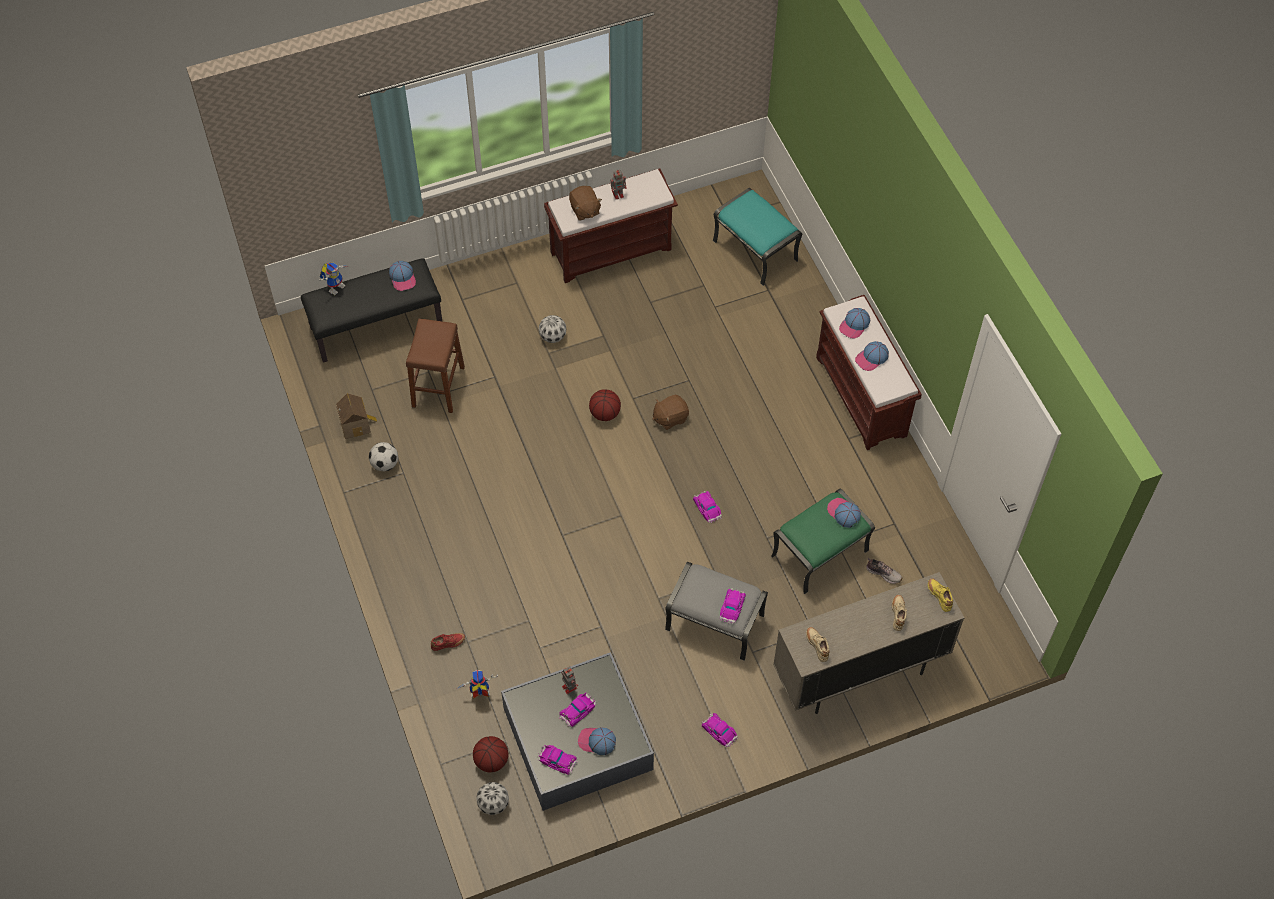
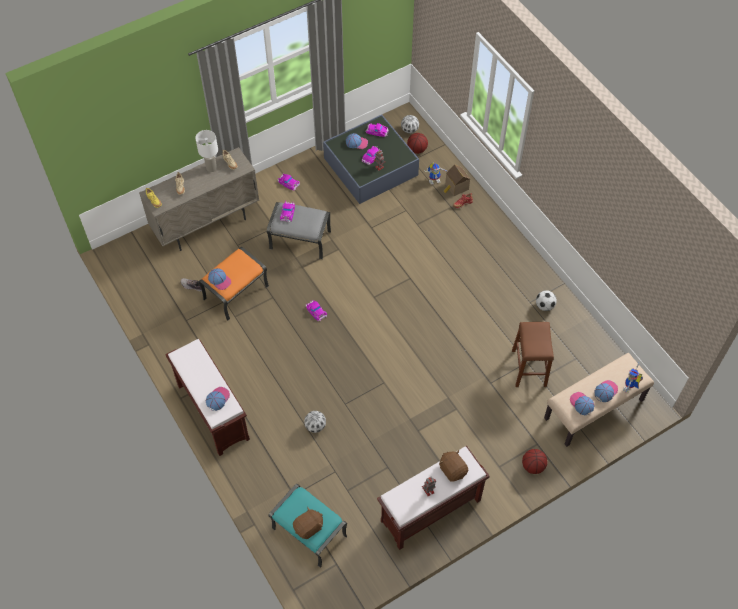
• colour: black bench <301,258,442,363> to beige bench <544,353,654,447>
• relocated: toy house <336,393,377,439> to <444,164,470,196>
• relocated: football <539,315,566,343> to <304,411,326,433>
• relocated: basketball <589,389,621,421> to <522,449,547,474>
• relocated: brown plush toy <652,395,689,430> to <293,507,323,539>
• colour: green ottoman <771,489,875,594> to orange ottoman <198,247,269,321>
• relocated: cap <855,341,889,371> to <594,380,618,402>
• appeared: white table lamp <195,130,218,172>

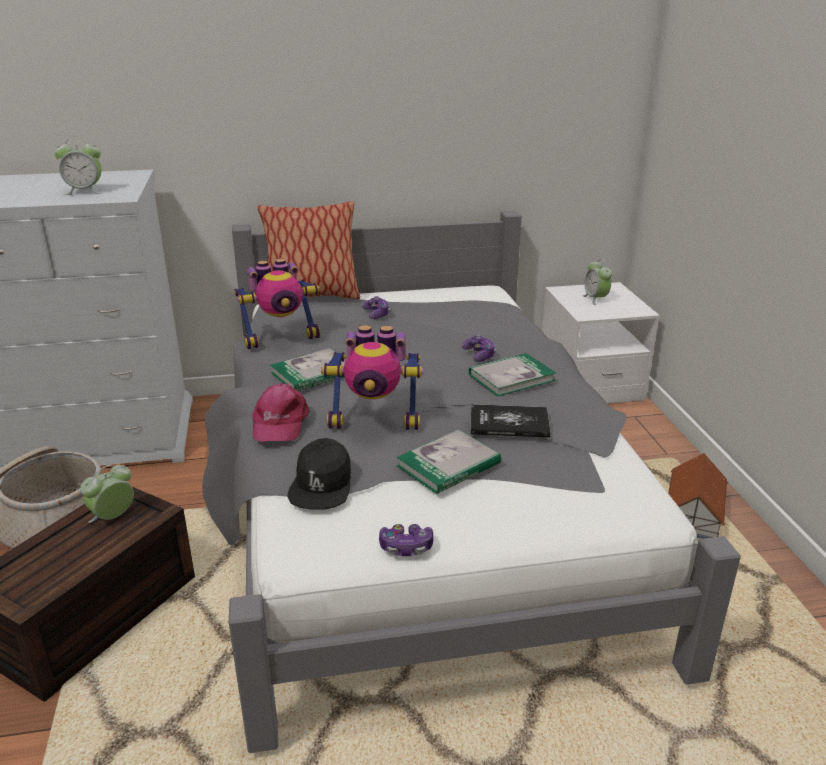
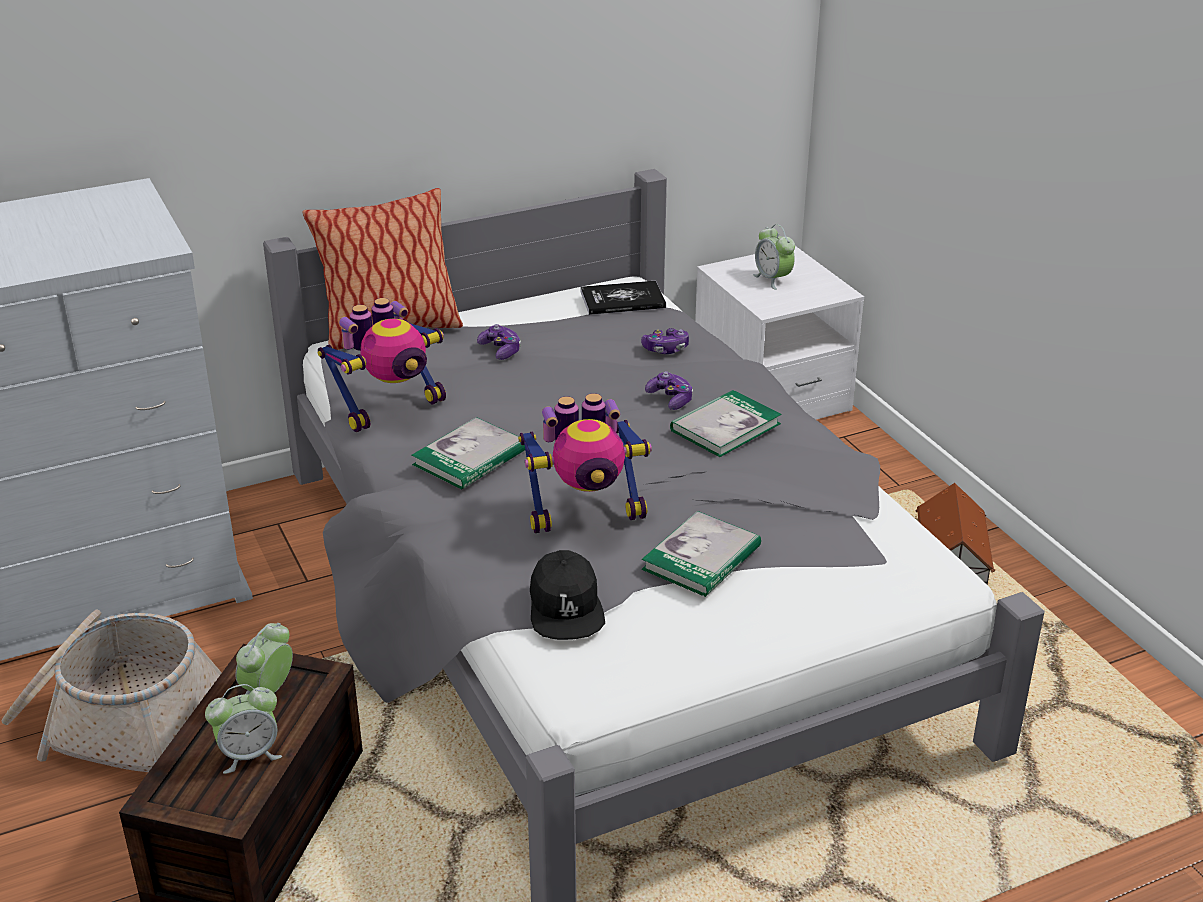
• relocated: alarm clock <54,137,102,195> to <205,684,282,774>
• missing: pink cap <252,383,310,442>
• relocated: game controller <379,524,434,556> to <641,328,689,354>
• relocated: book <470,404,551,438> to <580,281,666,315>

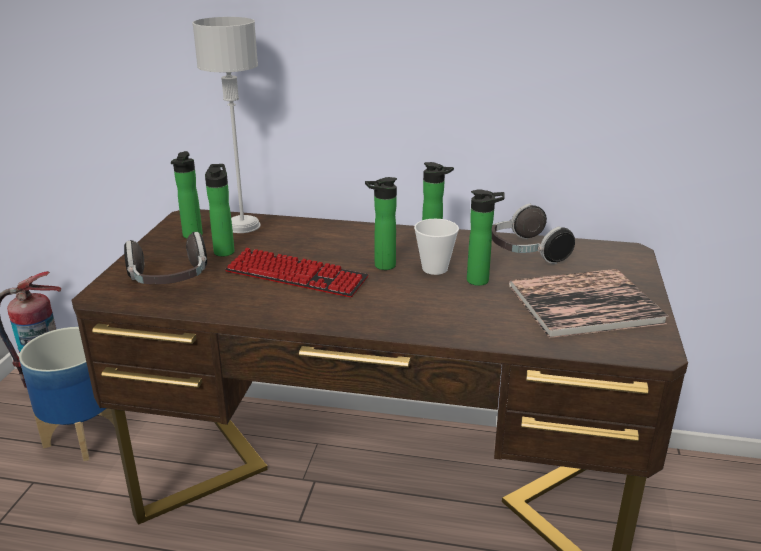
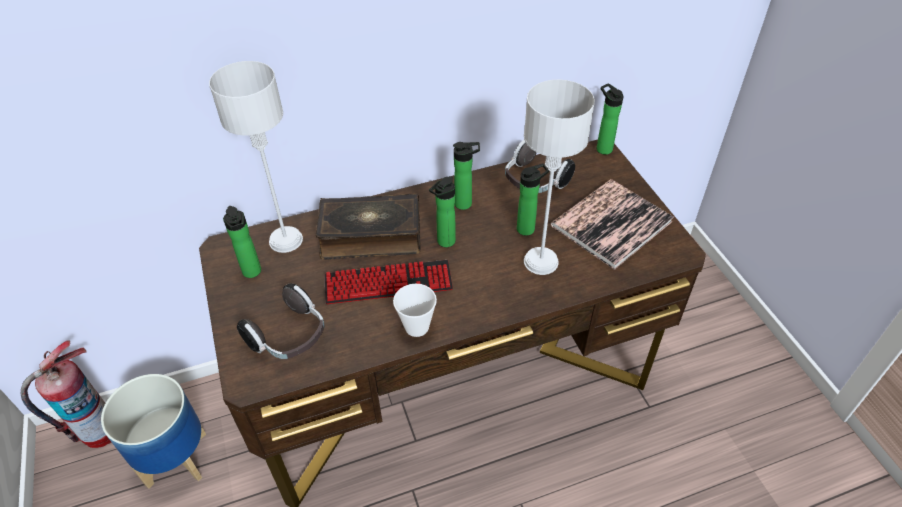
• relocated: bottle <205,164,235,257> to <596,83,623,155>
• relocated: cup <414,219,459,275> to <393,284,437,337>
• appeared: book <315,194,421,260>
• appeared: grey table lamp <524,80,595,275>

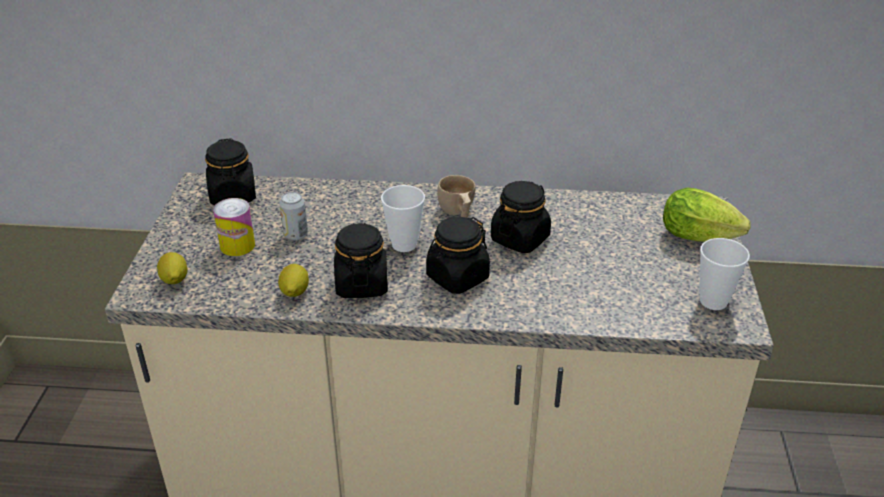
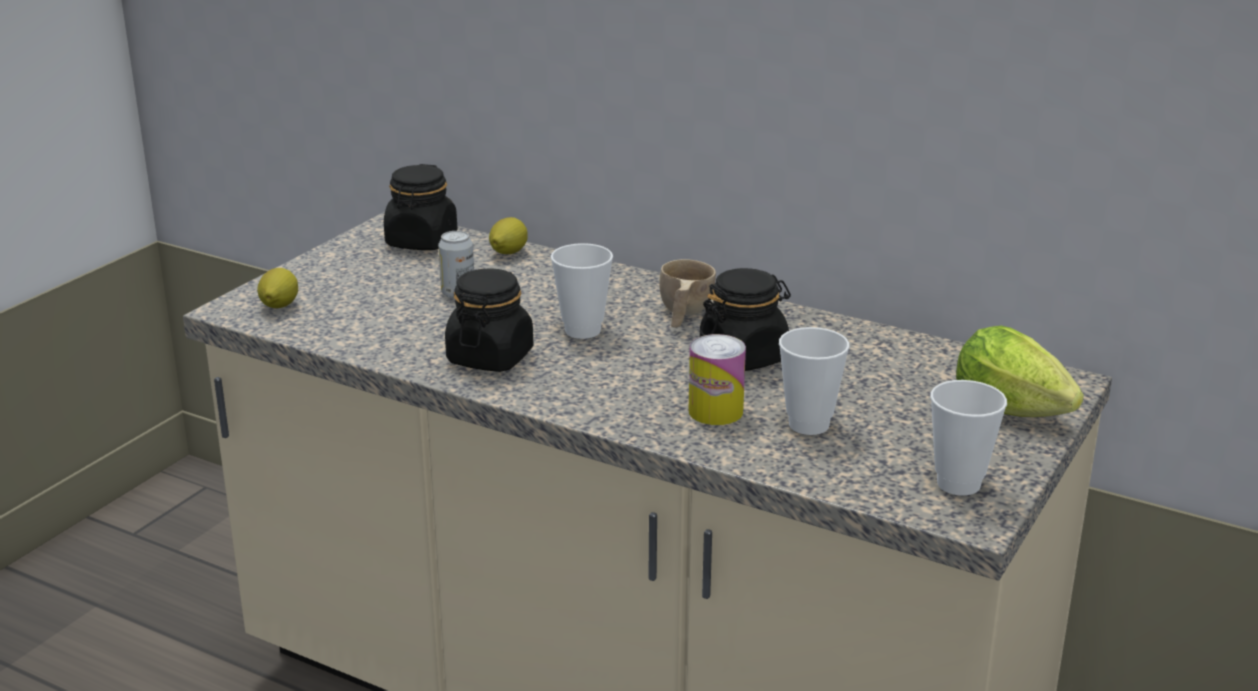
• relocated: can <213,198,255,256> to <688,334,746,425>
• relocated: lemon <278,264,309,297> to <489,217,527,254>
• missing: black jar <426,217,490,294>
• appeared: cup <779,327,850,435>

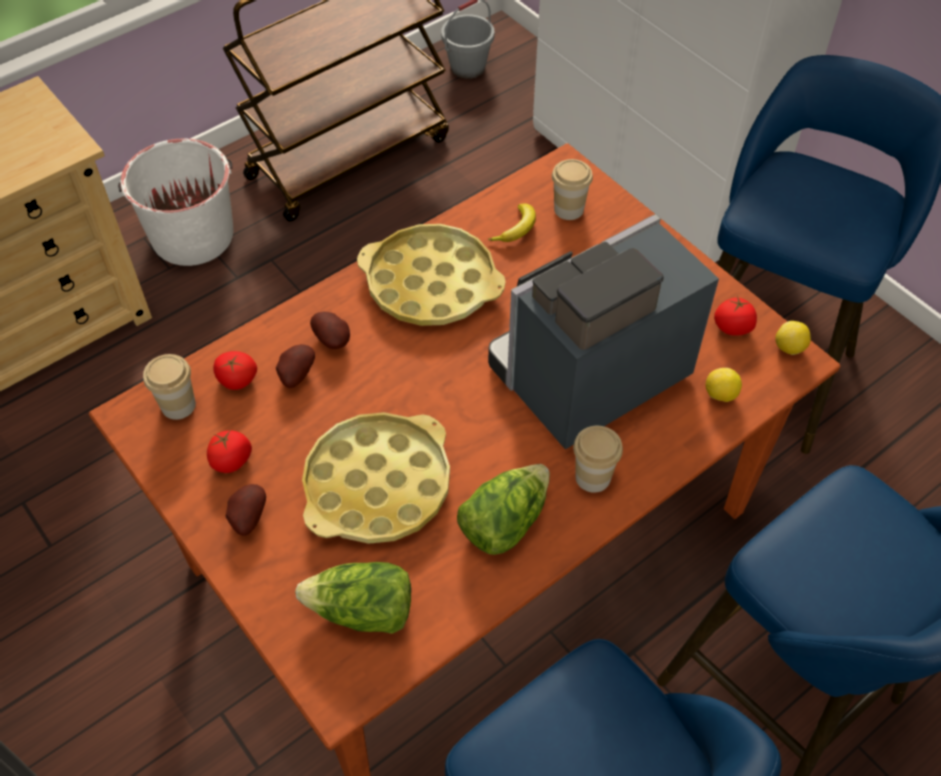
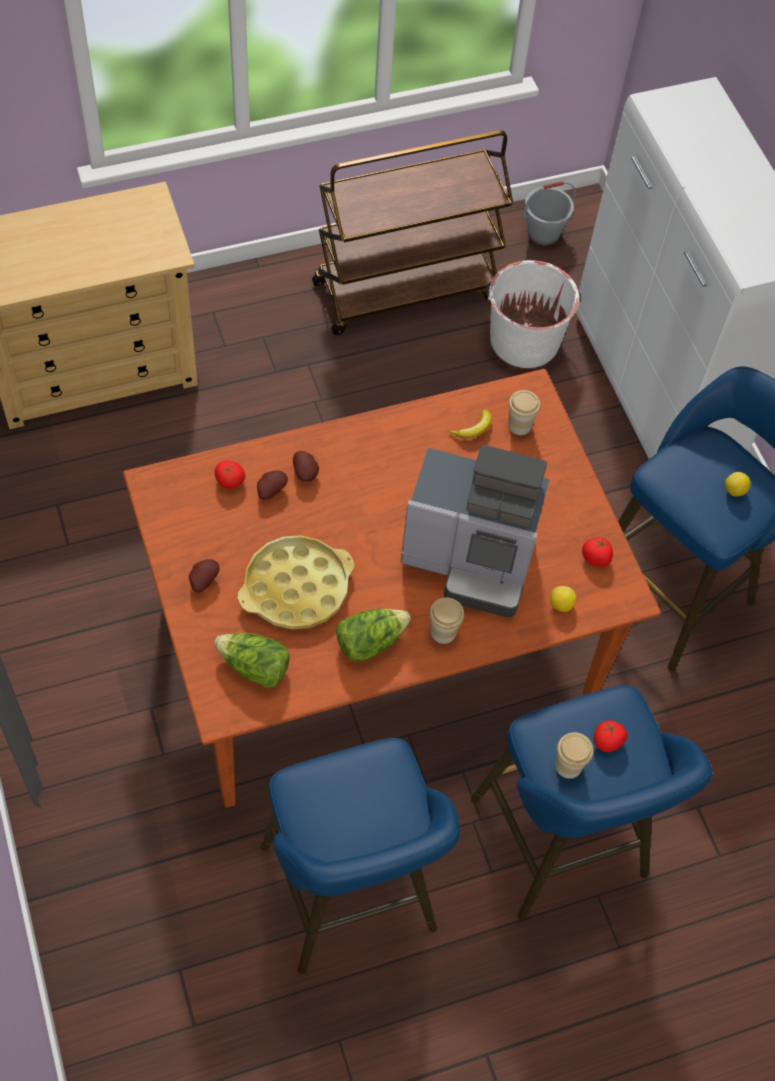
• relocated: white bucket <118,139,233,266> to <485,260,581,368>
• relocated: cup <143,354,196,420> to <555,732,593,779>
• relocated: tomato <207,430,252,473> to <594,721,627,752>
• missing: yellow tray <357,224,506,326>
• spun: coffee machine <488,214,719,449> = <401,445,549,617> 150 degrees counterclockwise
• relocated: lemon <775,321,811,355> to <725,472,751,496>

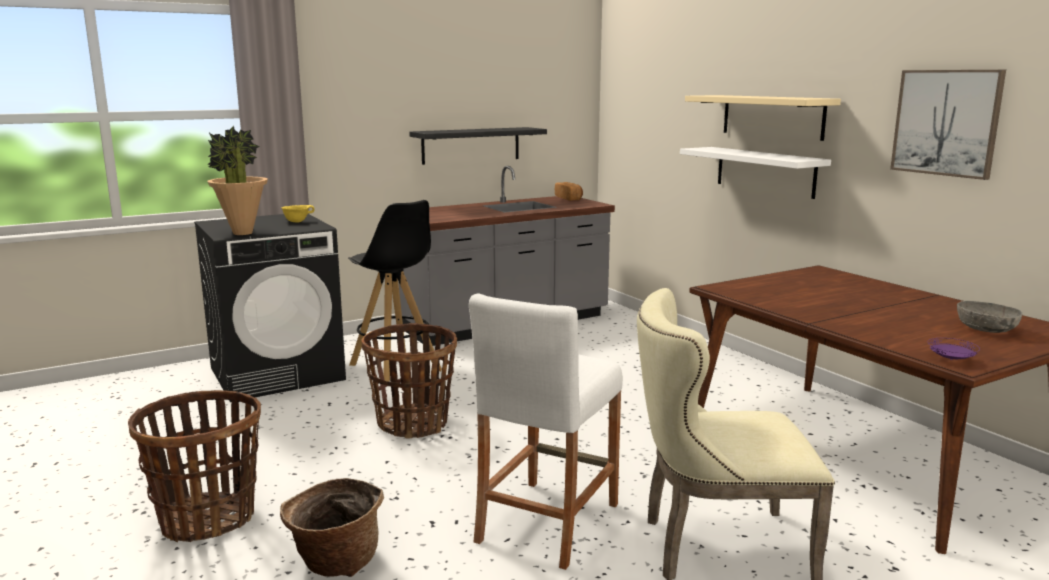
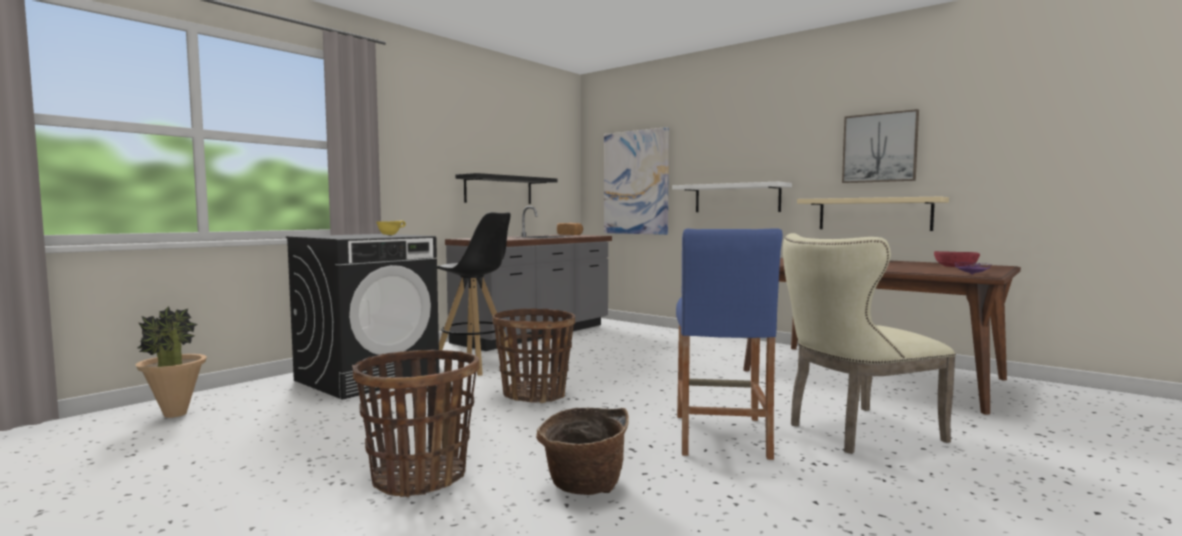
• relocated: potted plant <207,126,268,235> to <135,306,207,418>
• colour: white stool <469,293,623,570> to blue stool <676,228,783,460>
• relocated: beige shelf <685,95,841,141> to <797,197,949,231>
• colour: grey bowl <957,301,1022,333> to red bowl <934,251,980,267>
• appeared: picture <604,127,669,235>

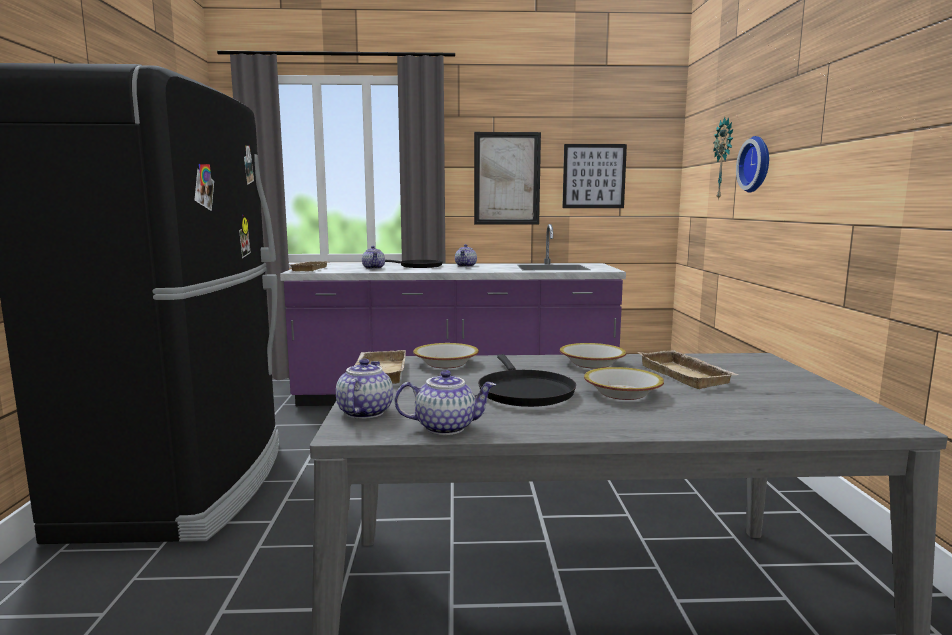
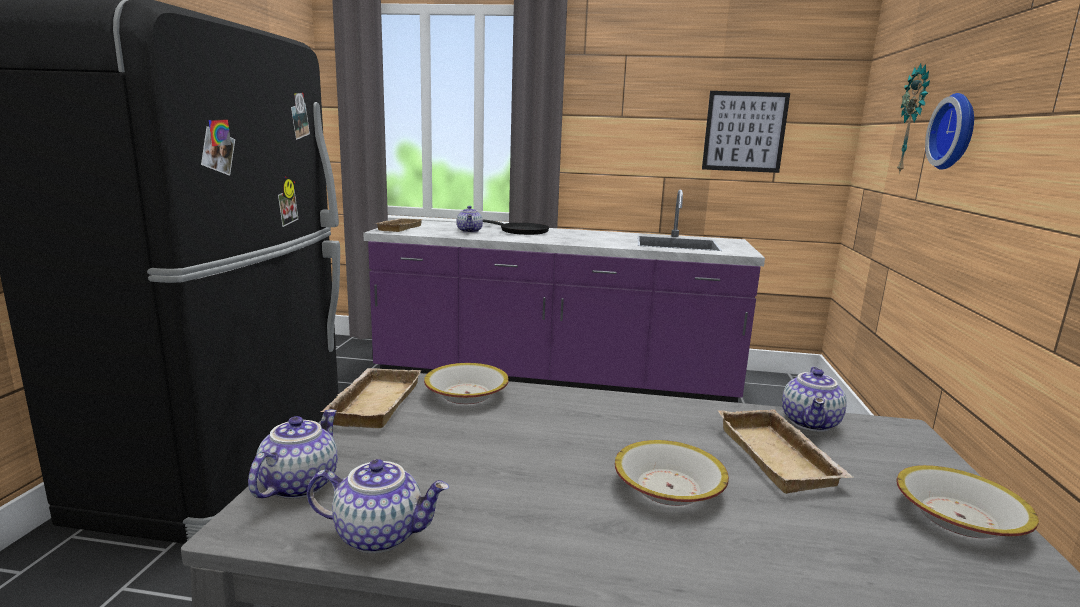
• relocated: teapot <455,244,477,267> to <782,367,847,432>
• missing: picture <474,132,541,225>
• missing: black frying pan <478,354,576,407>
• relocated: bowl <560,343,626,369> to <896,465,1039,538>

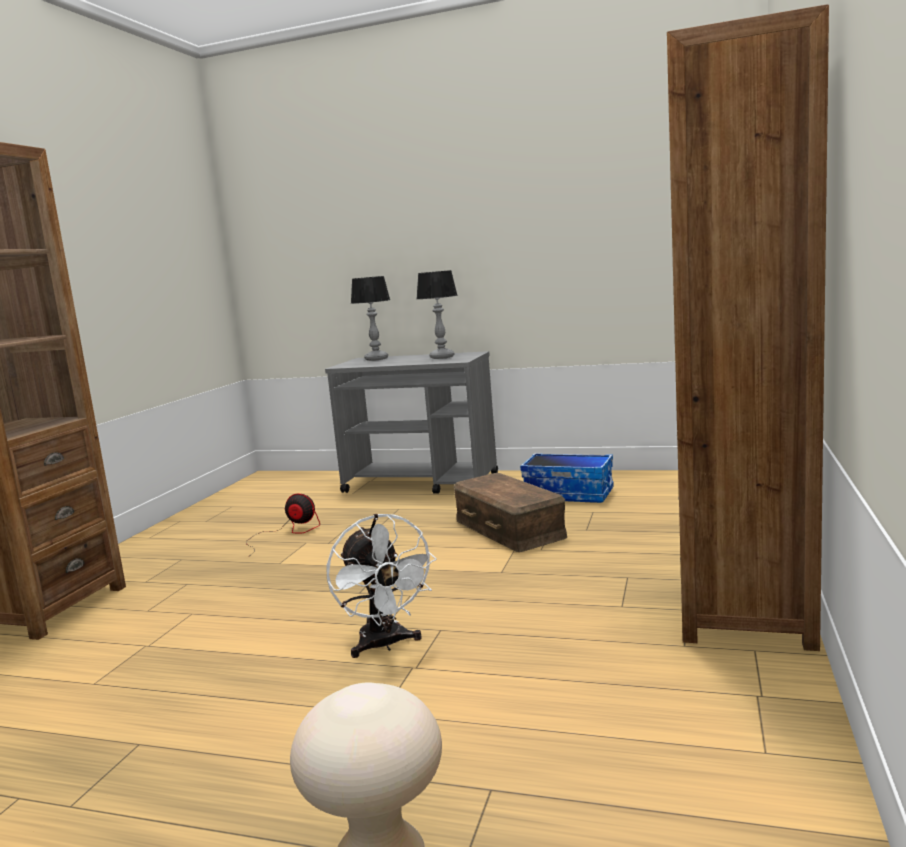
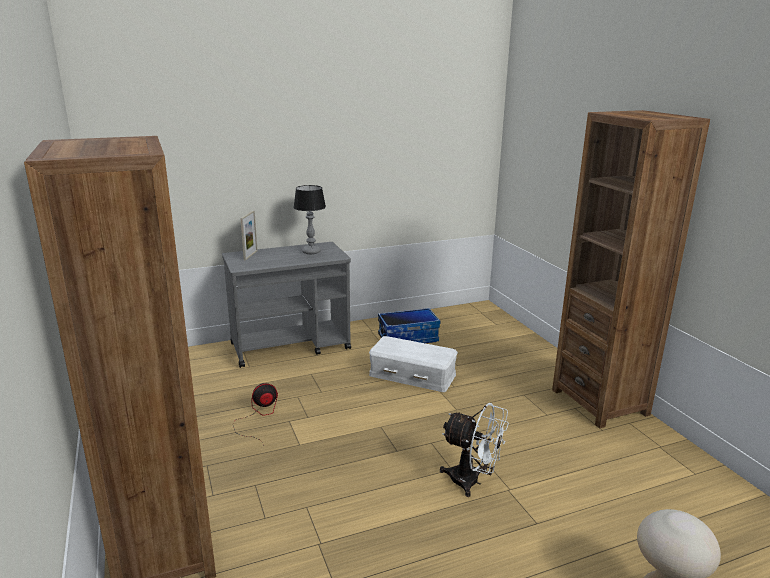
• exchanged: table lamp <351,276,390,361> to picture frame <240,210,258,260>
• colour: brown storage box <453,473,567,552> to white storage box <369,336,458,392>

